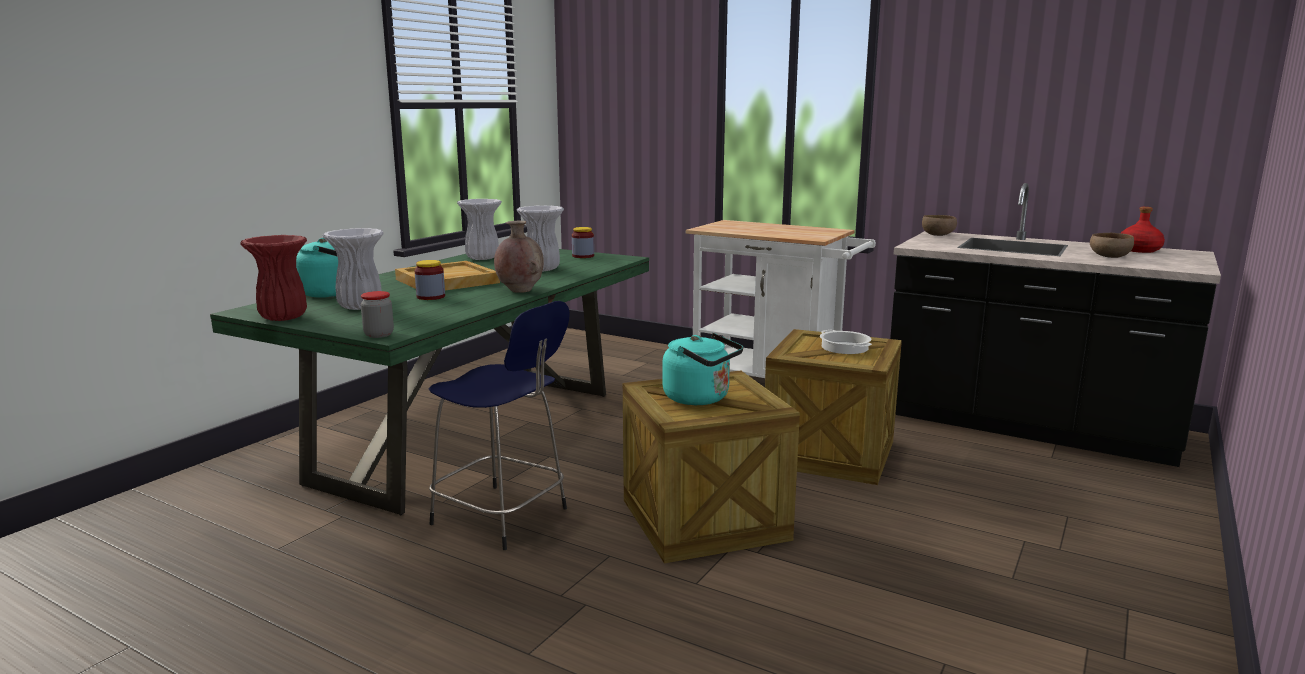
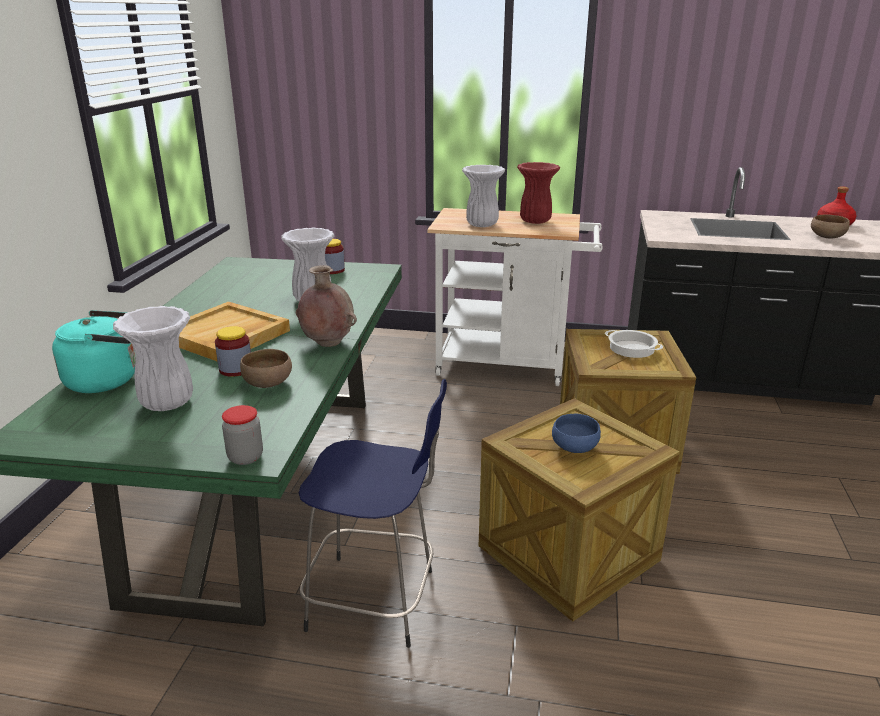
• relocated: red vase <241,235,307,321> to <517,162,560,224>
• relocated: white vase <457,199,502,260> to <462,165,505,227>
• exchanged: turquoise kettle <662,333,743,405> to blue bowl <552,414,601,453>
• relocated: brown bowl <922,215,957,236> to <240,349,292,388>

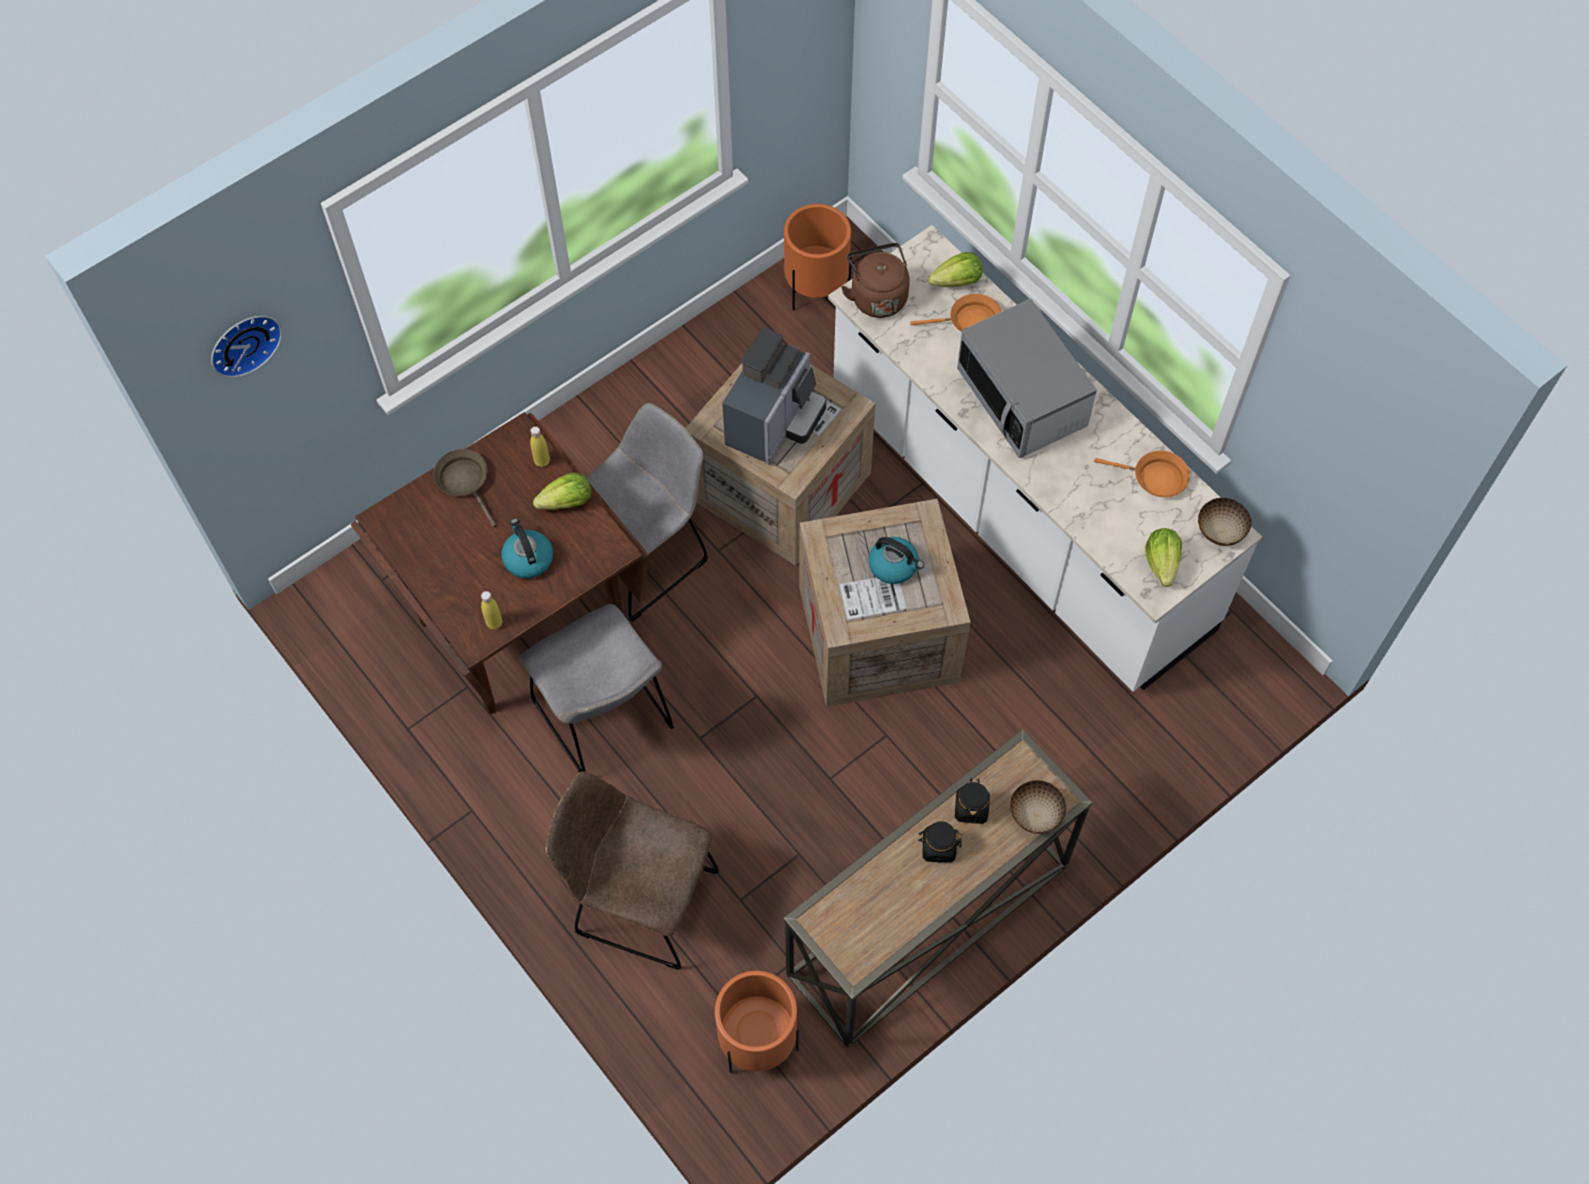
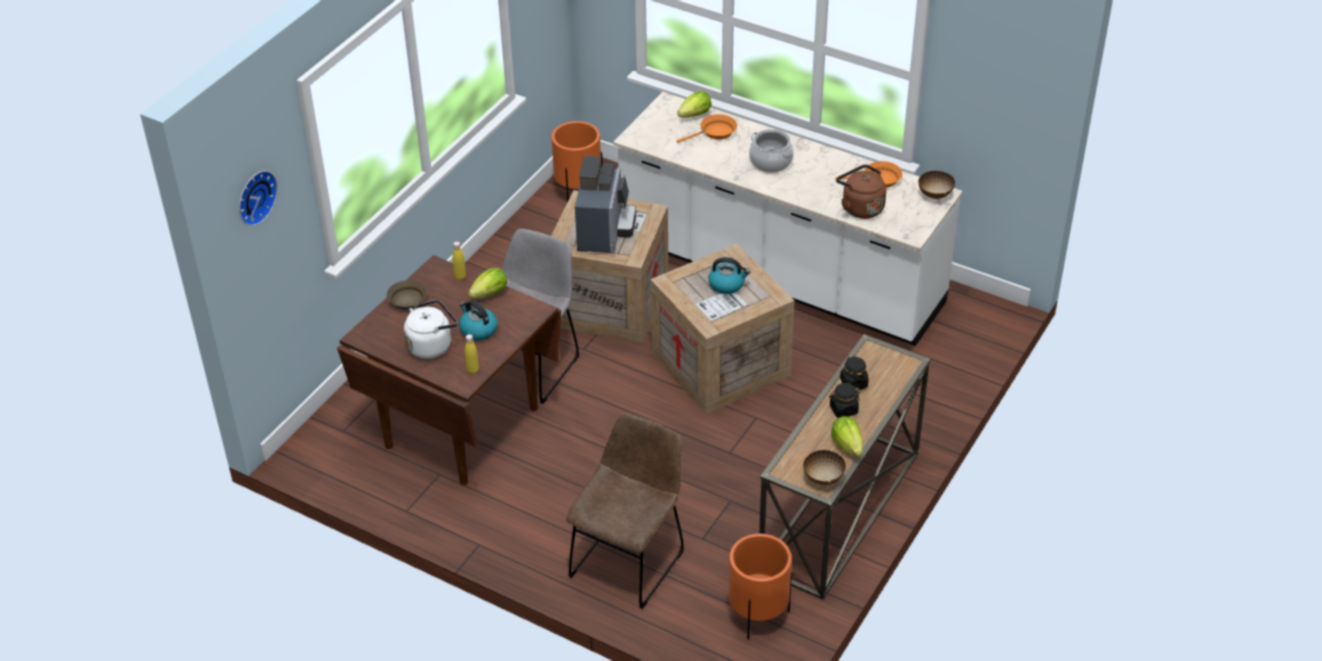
• missing: grey chair <520,604,674,772>
• spun: brown chair <544,772,719,970> = <566,414,684,609> 120 degrees clockwise
• relocated: brown kettle <841,243,910,318> to <836,164,886,219>
• exchanged: microwave <957,299,1097,458> to cooking pot <749,129,794,173>
• relocated: bowl <1010,780,1066,834> to <803,450,846,485>
• relocated: lettuce <1145,528,1182,587> to <831,416,863,457>
• appeared: white kettle <404,300,457,359>

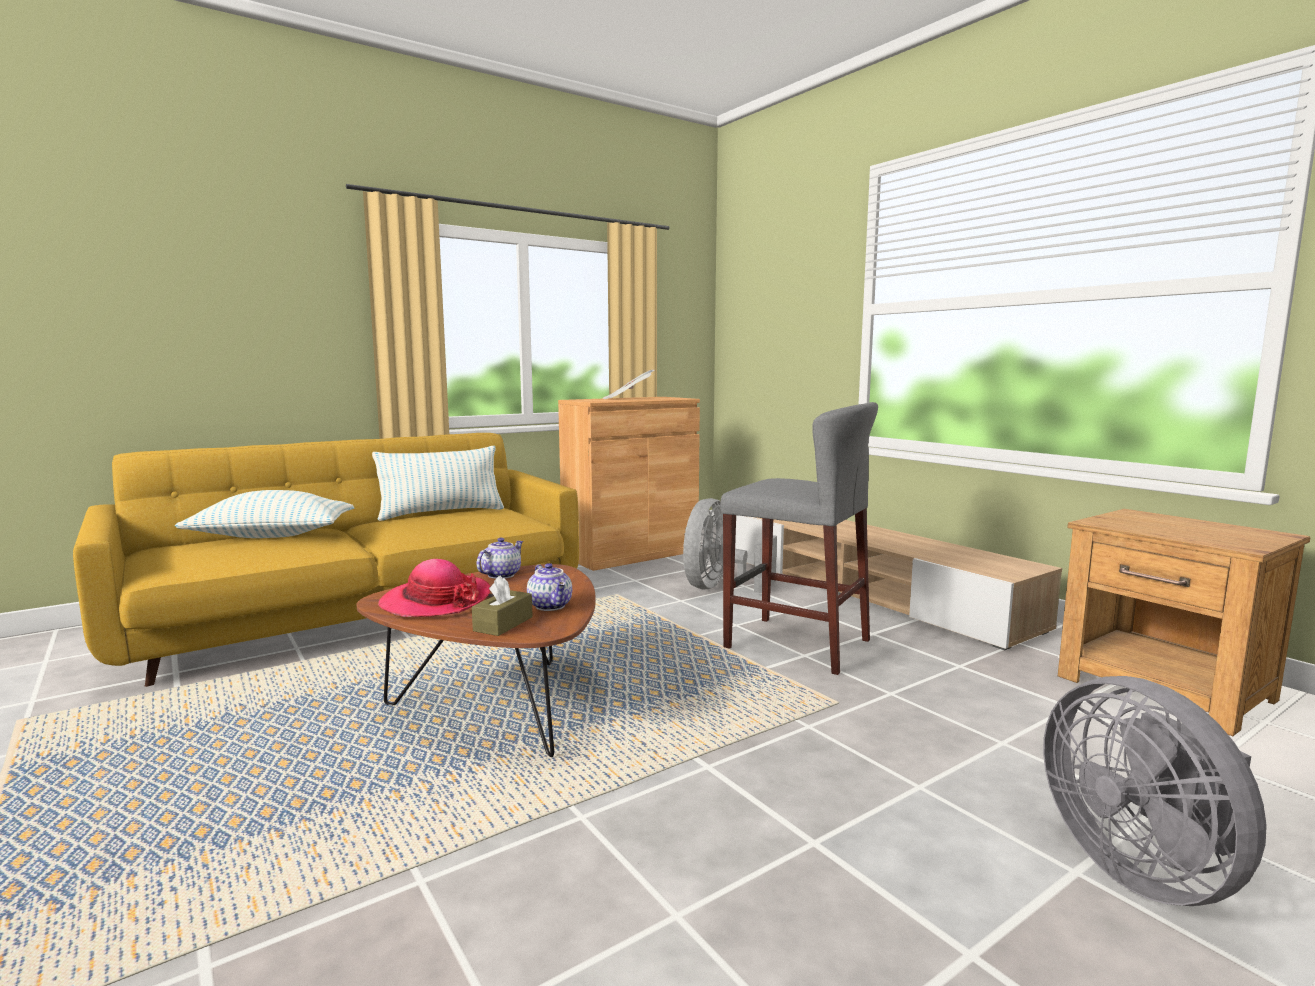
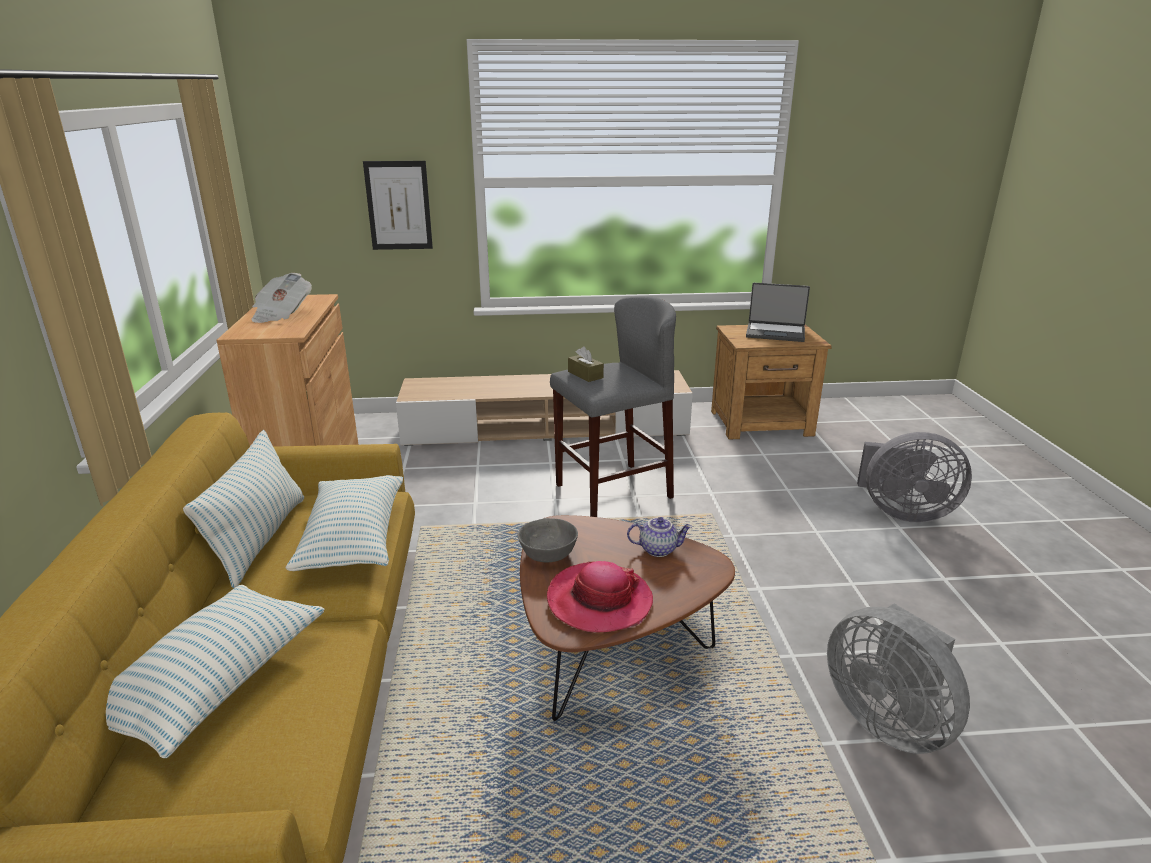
• relocated: brown tissue box <472,575,533,636> to <568,346,604,382>
• exchanged: teapot <476,538,523,579> to grey bowl <517,518,578,563>
• relocated: grey fan <683,498,777,593> to <827,604,970,754>
• appeared: pillow <285,475,403,571>
• appeared: picture <363,161,433,250>
• appeared: laptop <746,283,810,342>

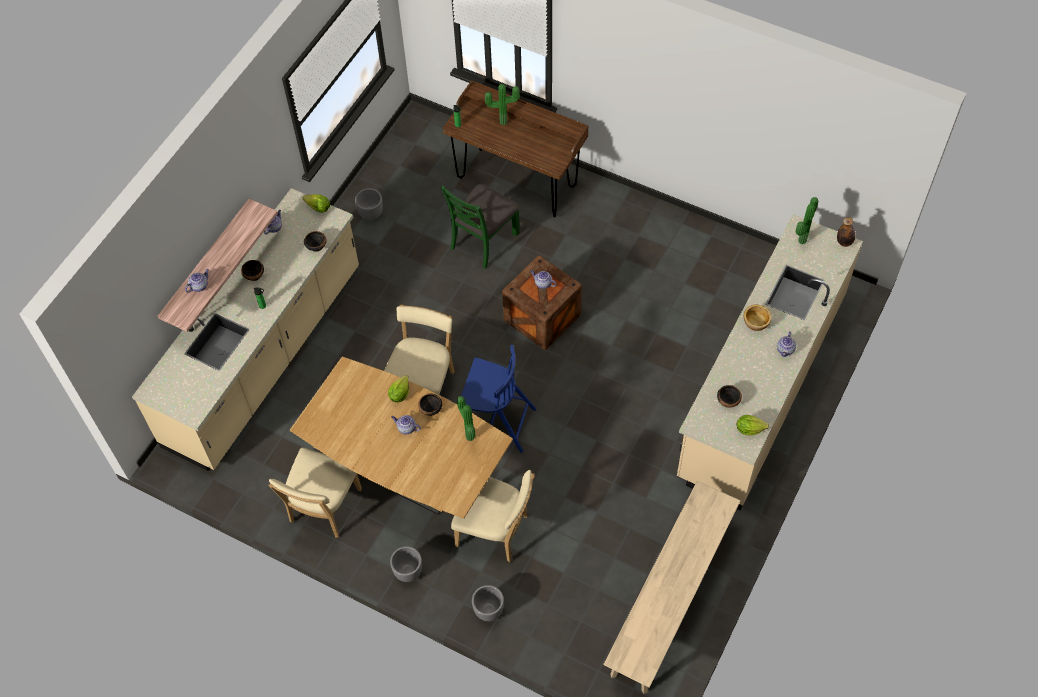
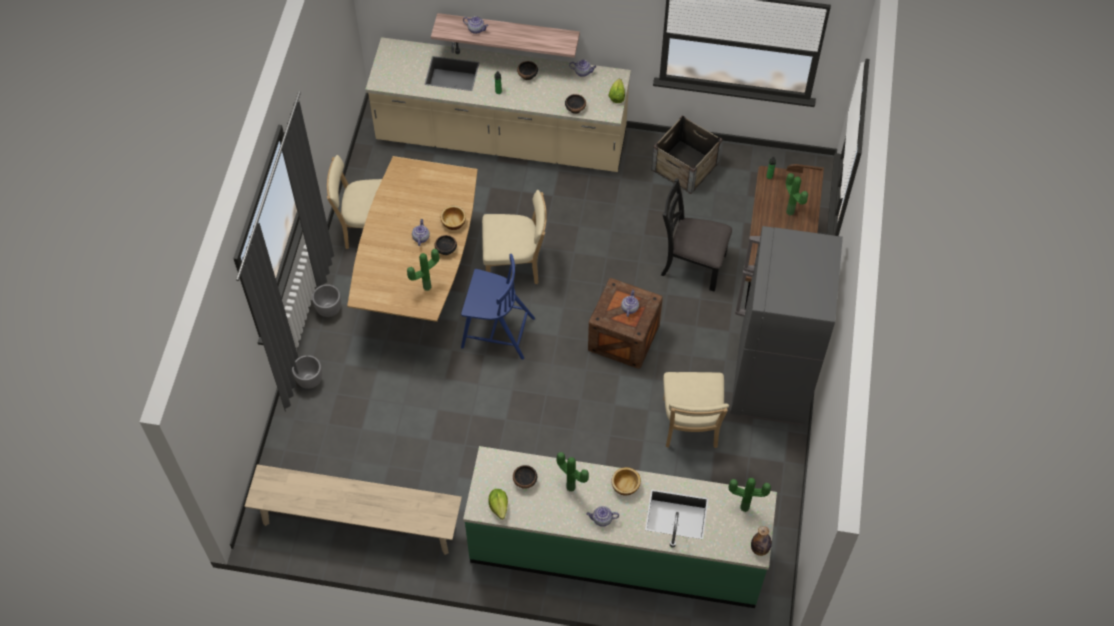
• exchanged: grey planter <355,188,383,220> to crate <651,115,722,194>
• exchanged: lettuce <388,375,409,402> to bowl <440,206,466,230>
• colour: green chair <441,184,520,269> to black chair <661,179,732,292>
• relocated: beige chair <451,470,535,562> to <663,372,729,448>
• spun: blue chair <461,345,536,453> = <461,254,535,360> 75 degrees counterclockwise
• colour: beige counter <677,214,863,510> to green counter <463,446,777,608>
• appeared: potted plant <557,452,589,492>
• appeared: grey fridge <731,226,843,425>

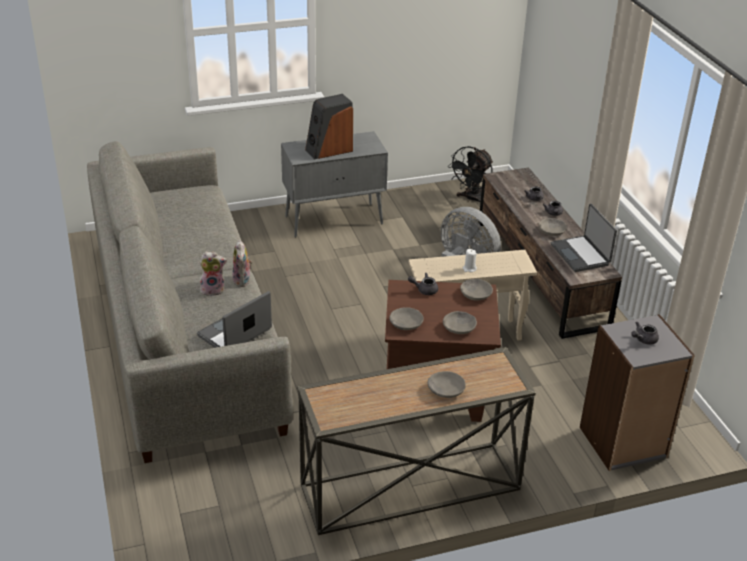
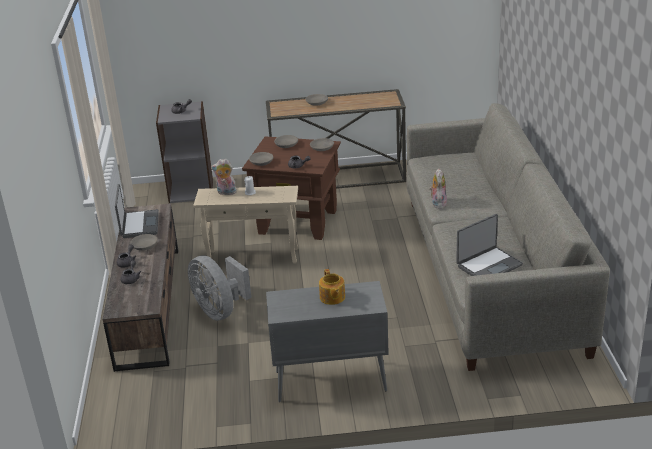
• relocated: laptop <197,291,272,348> to <456,214,523,276>
• relocated: plush toy <199,251,227,296> to <211,159,237,195>
• exchanged: speaker <305,94,353,160> to teapot <319,269,345,305>
• missing: black fan <448,146,493,202>

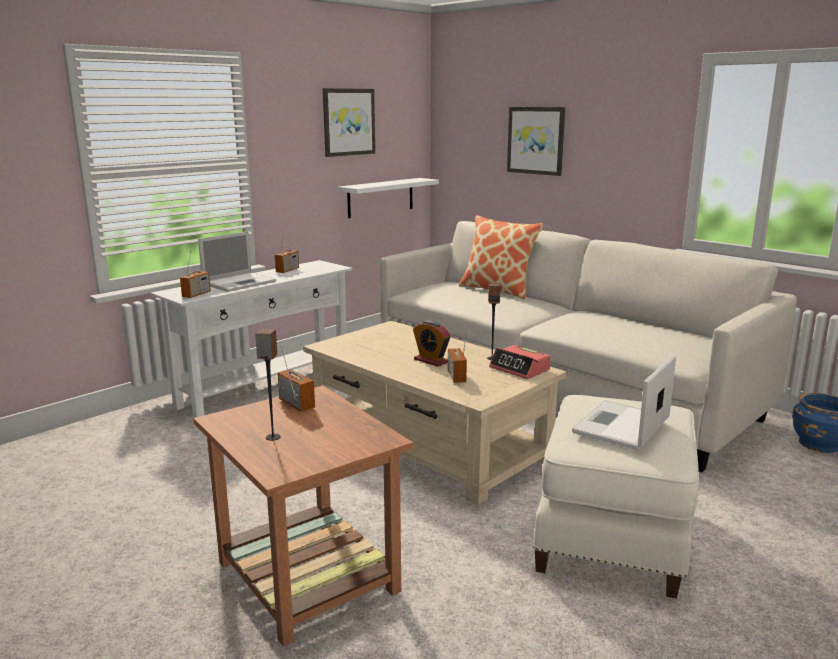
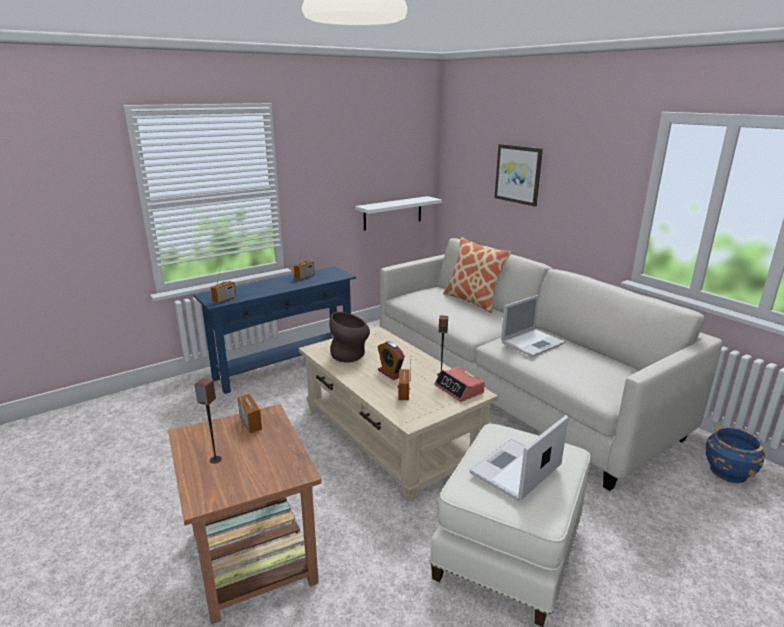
• colour: white console table <151,260,353,418> to blue console table <193,266,356,394>
• relocated: laptop <198,231,276,292> to <501,295,565,357>
• missing: picture <323,88,375,157>
• appeared: brown vase <329,312,370,362>

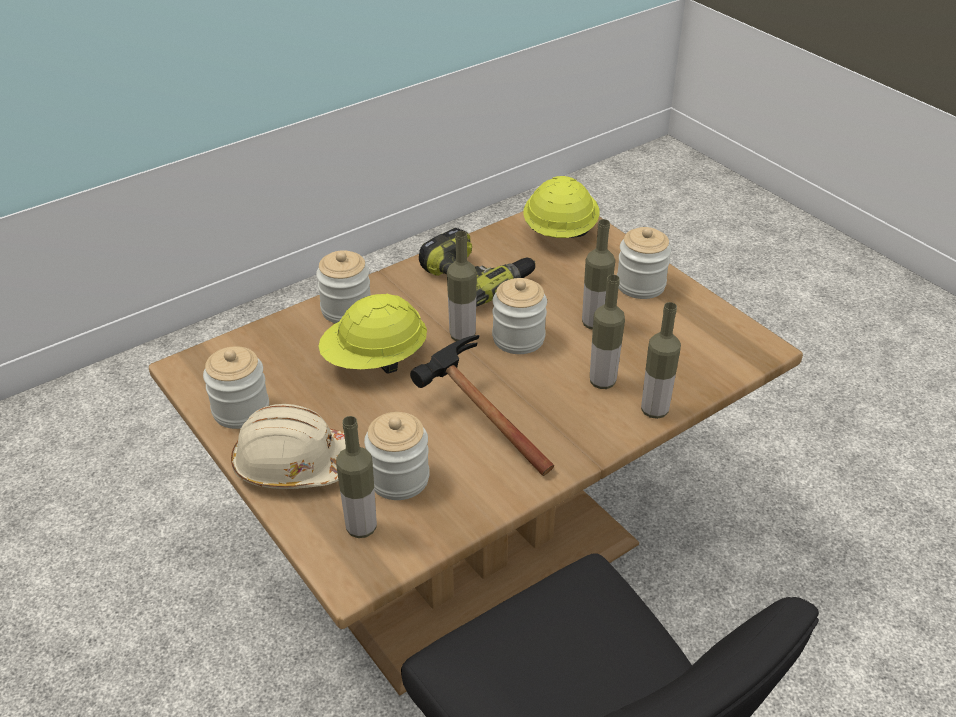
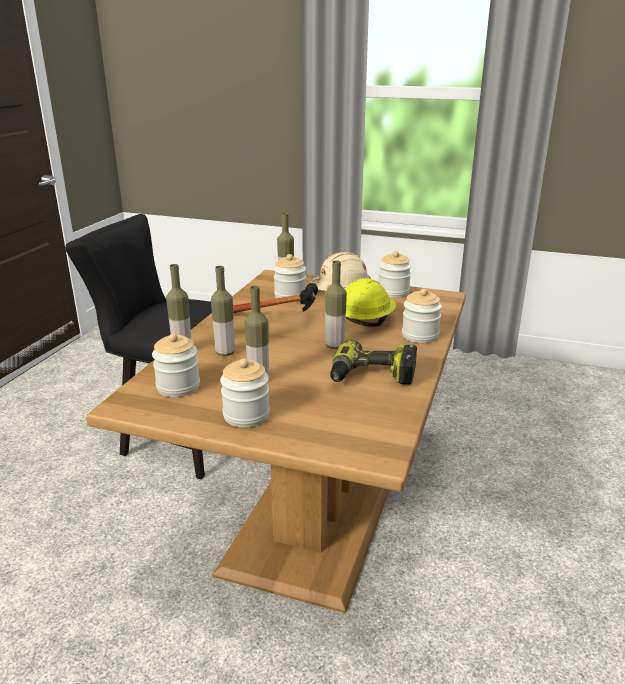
• relocated: jar <492,278,547,354> to <152,333,200,397>
• missing: yellow hard hat <523,176,600,238>

